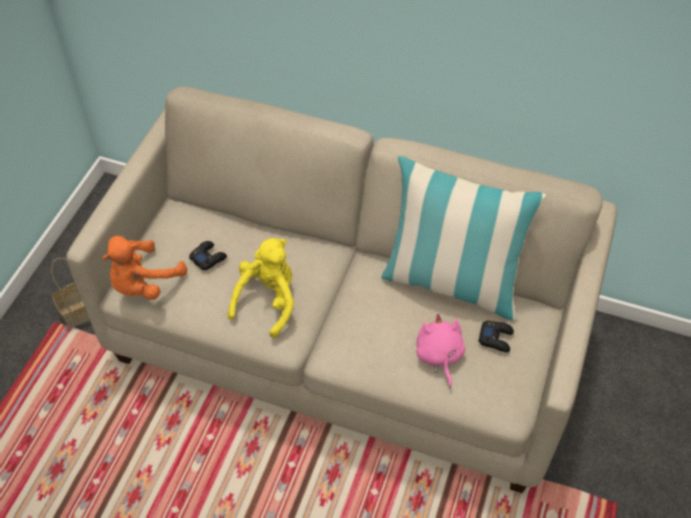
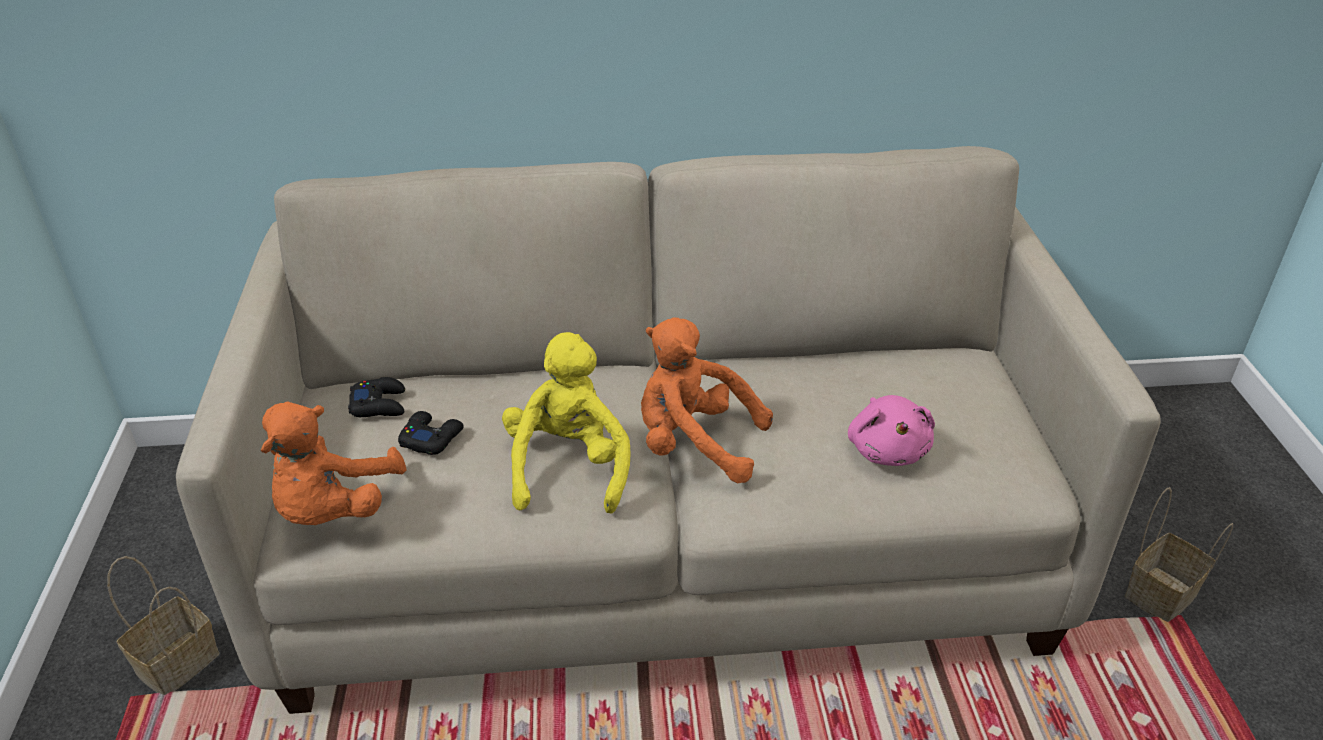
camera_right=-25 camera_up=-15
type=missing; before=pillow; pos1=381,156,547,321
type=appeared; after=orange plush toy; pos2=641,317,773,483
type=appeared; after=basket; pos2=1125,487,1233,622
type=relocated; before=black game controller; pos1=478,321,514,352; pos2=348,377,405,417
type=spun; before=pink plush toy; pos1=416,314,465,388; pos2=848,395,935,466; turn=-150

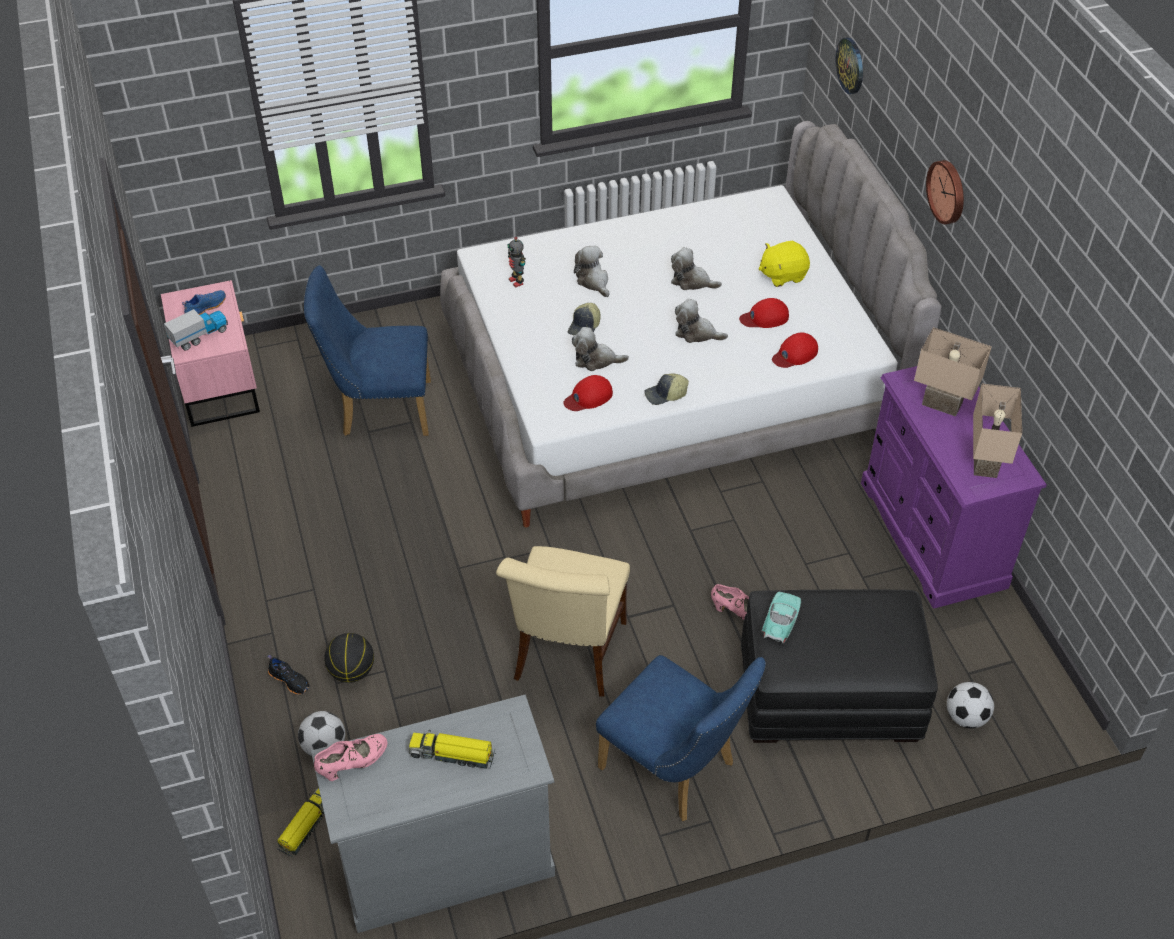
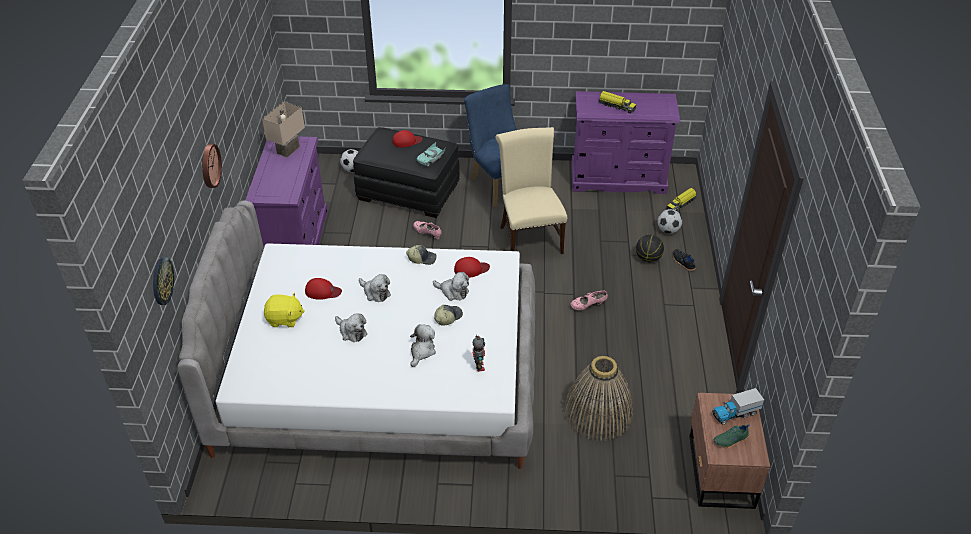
camera_right=-160 camera_up=-5
type=missing; before=beige table lamp; pos1=914,327,992,417
type=relocated; before=pink shoe; pos1=314,734,388,781; pos2=571,291,608,310
type=relocated; before=red cap; pos1=772,332,818,368; pos2=393,130,423,148
type=exchanged; before=blue chair; after=basket; pos1=303,265,431,436; pos2=564,356,633,441
type=colour; before=pink nightstand; after=brown nightstand; pos1=161,280,260,427; pos2=689,393,770,509
type=colour; before=blue shoe; after=green shoe; pos1=182,290,226,315; pos2=714,424,750,448
type=colour; before=grey dresser; after=purple dresser; pos1=311,695,555,933; pos2=571,91,680,194
type=spun; before=beige chair; pos1=496,546,630,697; pos2=496,127,567,254; turn=-45
type=spun; before=plush toy; pos1=574,246,609,297; pos2=410,324,436,367; turn=-150

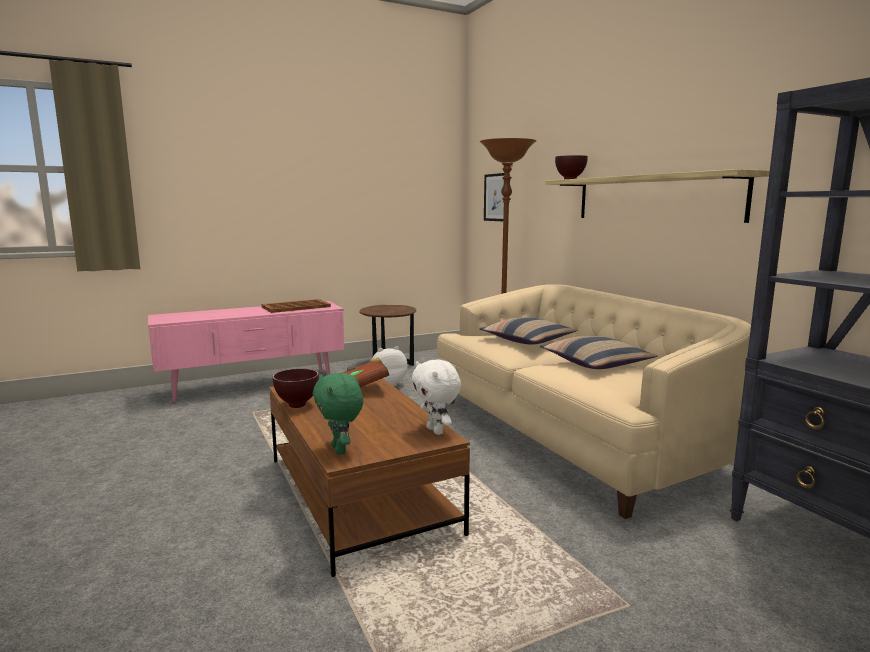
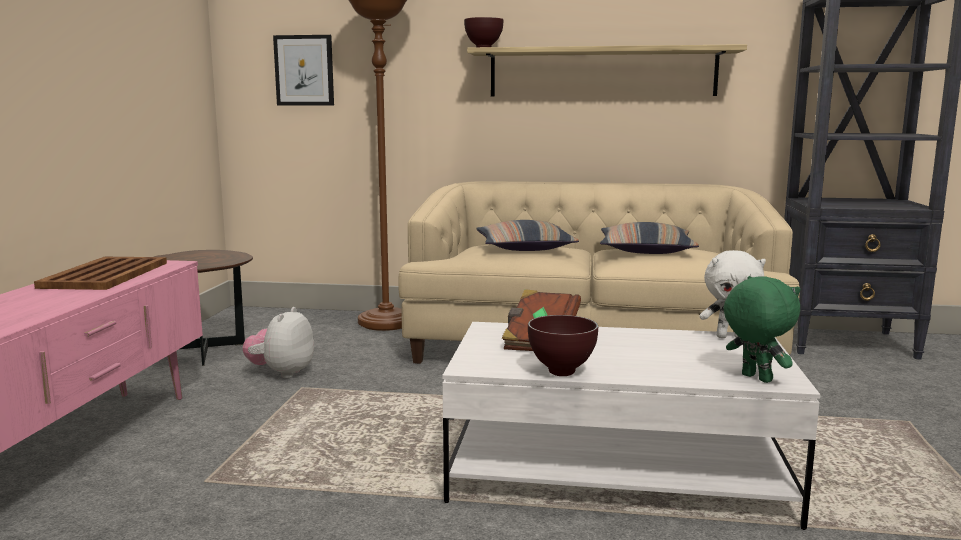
camera_right=-55 camera_up=0
type=colour; before=brown coffee table; after=white coffee table; pos1=269,378,470,577; pos2=442,322,820,530
type=spun; before=green plush toy; pos1=313,373,363,455; pos2=724,276,800,383; turn=-135

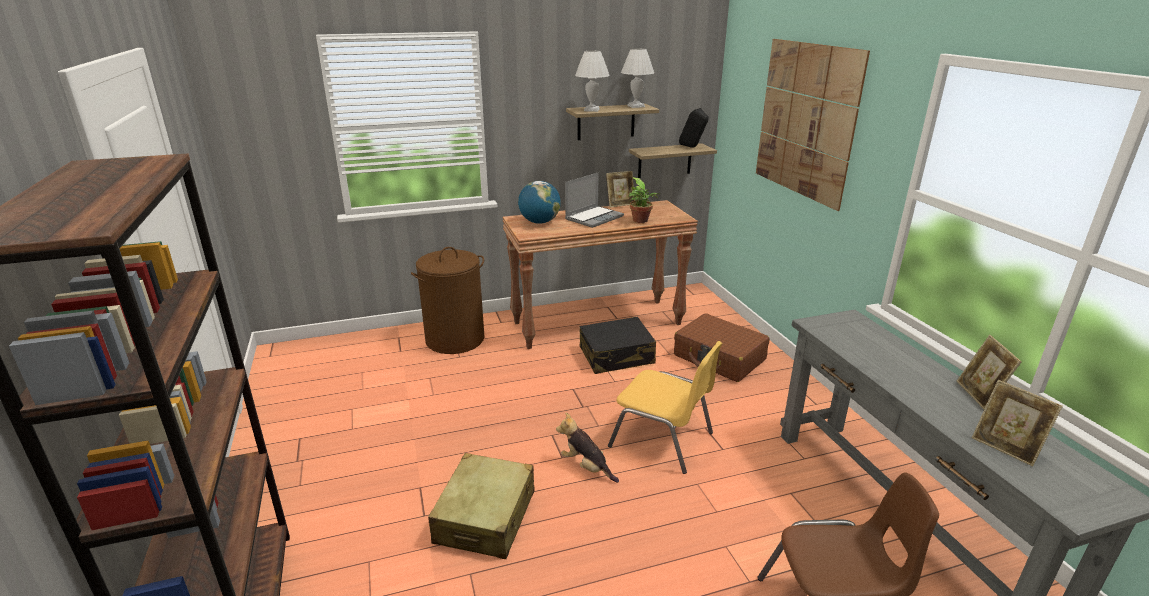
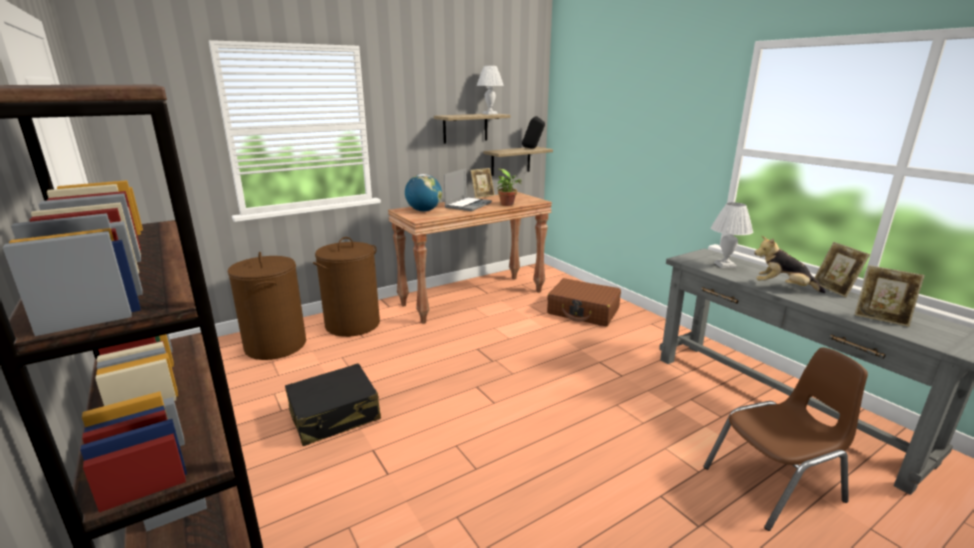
camera_right=-15 camera_up=-5
type=missing; before=beige suitcase; pos1=428,453,534,559
type=missing; before=yellow chair; pos1=608,341,723,474
type=missing; before=picture; pos1=756,39,870,211
type=appeared; after=brown laundry basket; pos2=227,252,306,360
type=relocated; before=plush toy; pos1=556,412,619,483; pos2=754,236,825,293
type=relocated; before=white table lamp; pos1=575,50,610,112; pos2=711,202,753,268
type=relocated; before=black suitcase; pos1=579,317,656,374; pos2=285,363,381,446

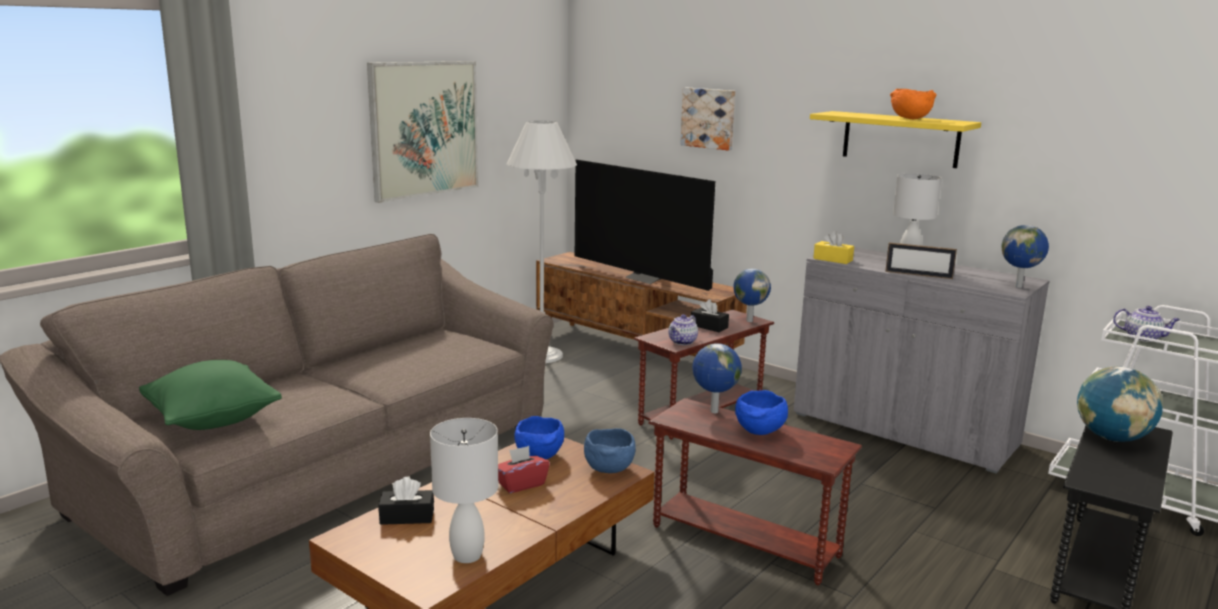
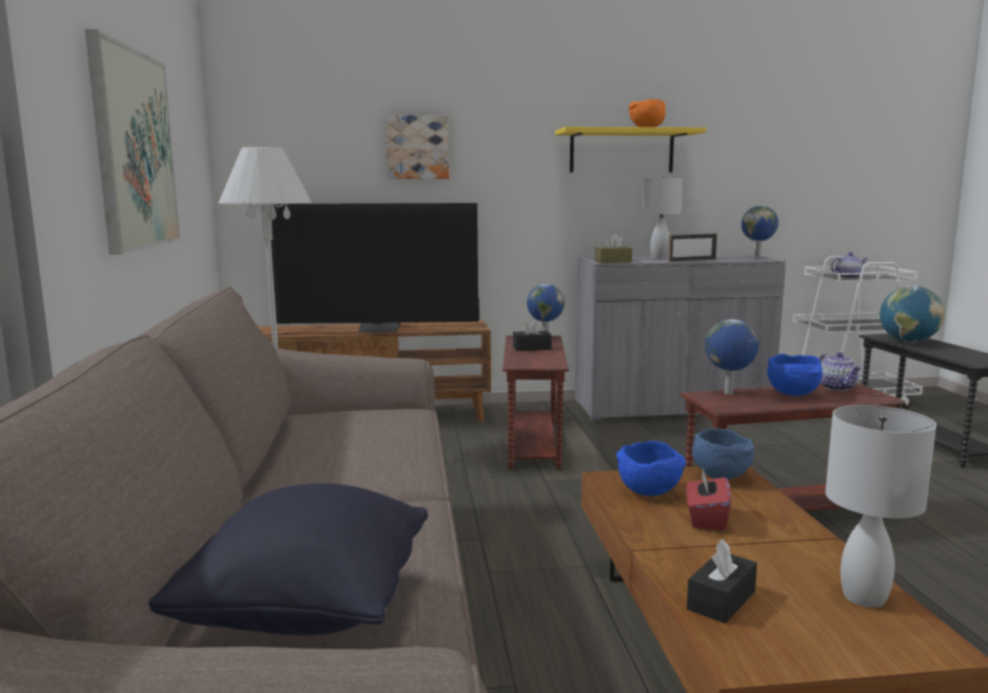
camera_right=-45 camera_up=-5
type=relocated; before=teapot; pos1=668,314,698,345; pos2=819,352,860,391
type=colour; before=green pillow; after=black pillow; pos1=139,360,282,430; pos2=149,483,428,635
type=colour; before=yellow tissue box; after=brown tissue box; pos1=813,231,854,264; pos2=595,234,632,263

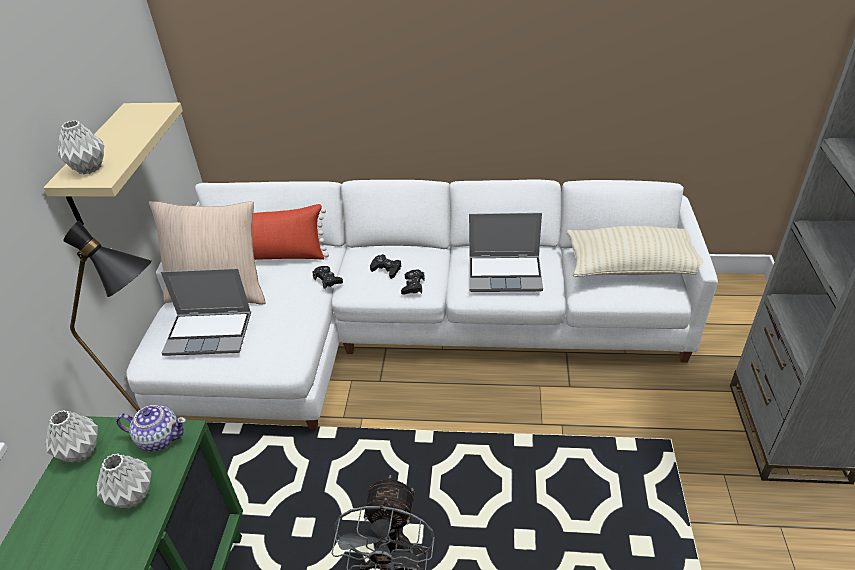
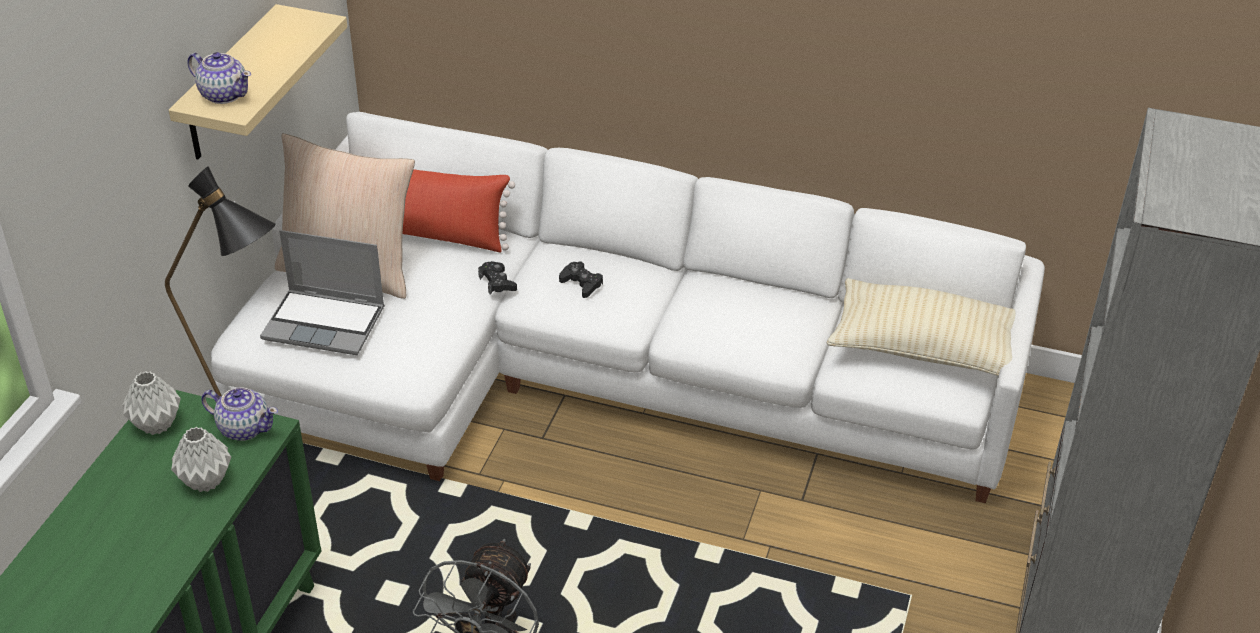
camera_right=10 camera_up=0
type=missing; before=black game controller; pos1=401,270,425,295
type=missing; before=laptop; pos1=469,213,543,292
type=exchanged; before=grey vase; after=teapot; pos1=58,120,104,174; pos2=187,52,251,104

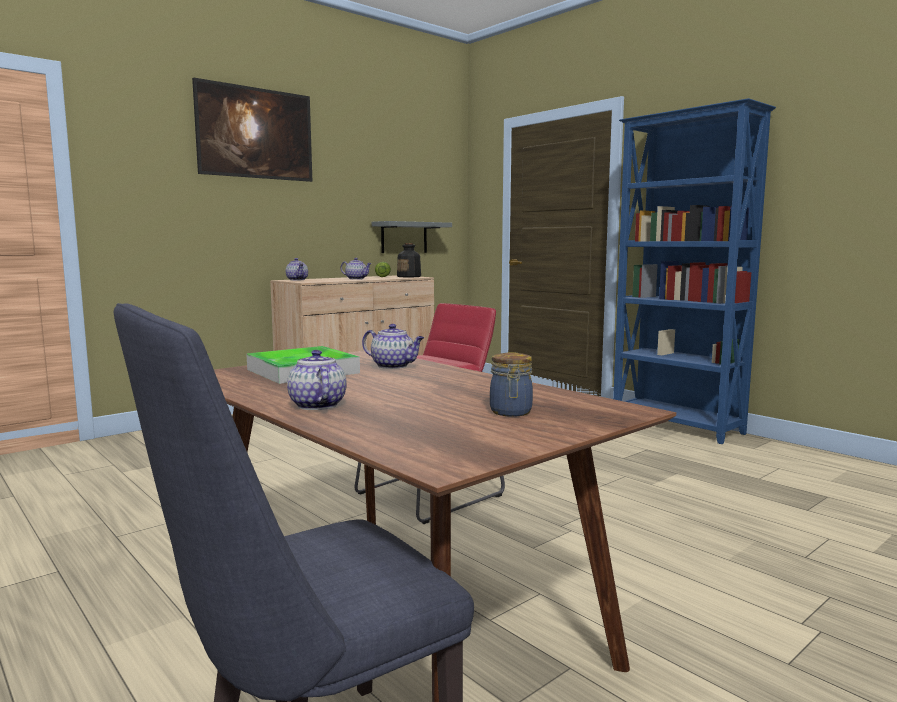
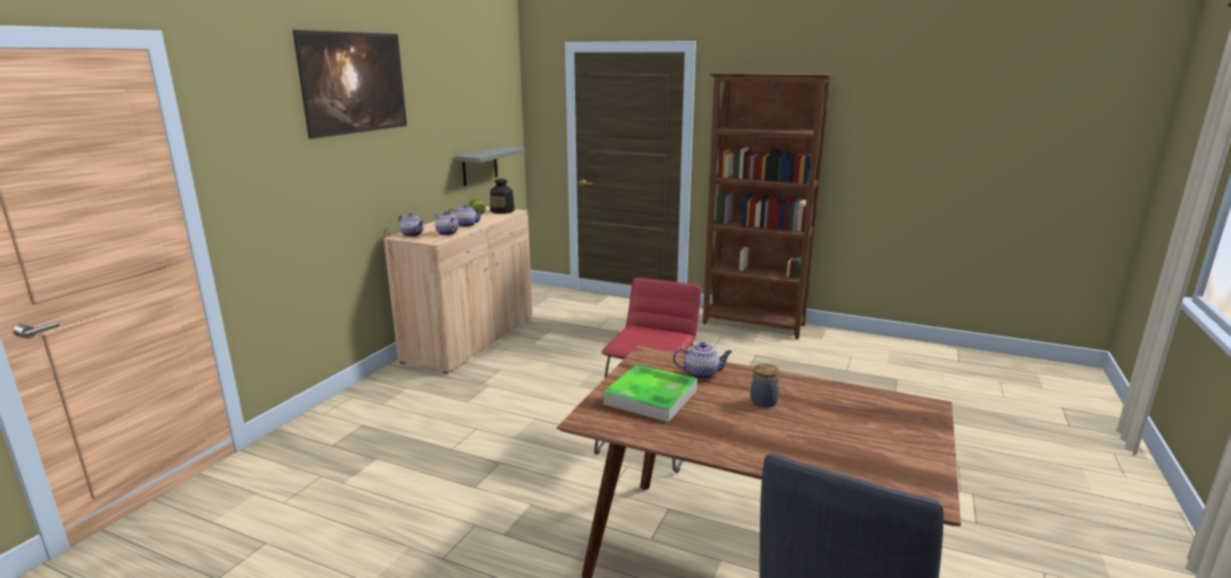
camera_right=-25 camera_up=10
type=relocated; before=teapot; pos1=287,350,347,410; pos2=435,211,458,235
type=relocated; before=jar; pos1=490,352,533,417; pos2=750,364,780,408
type=colour; before=blue bookcase; after=brown bookcase; pos1=613,98,776,444; pos2=703,73,834,339

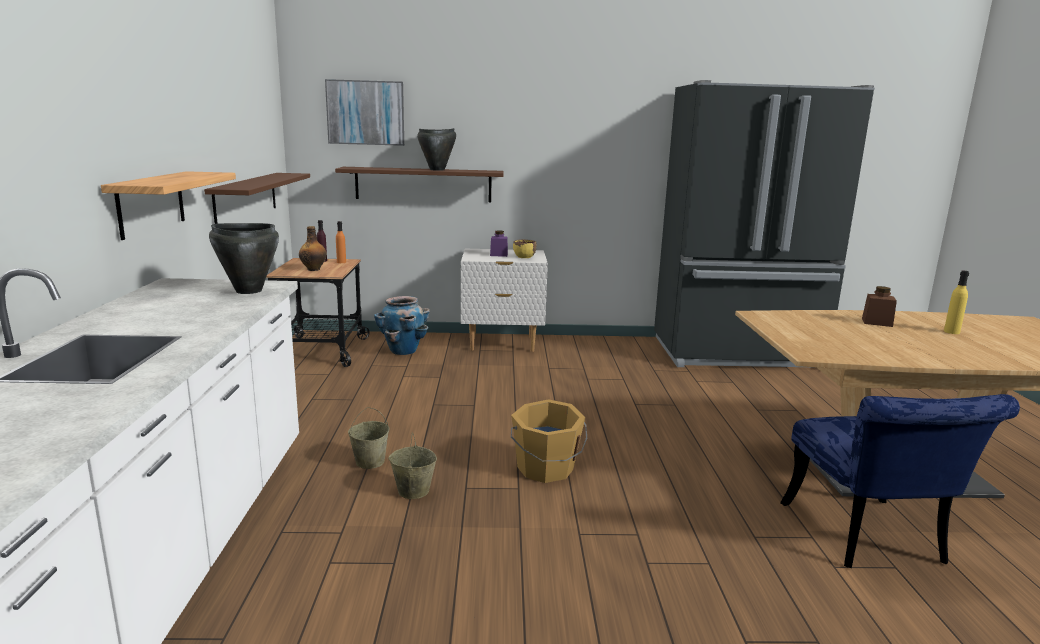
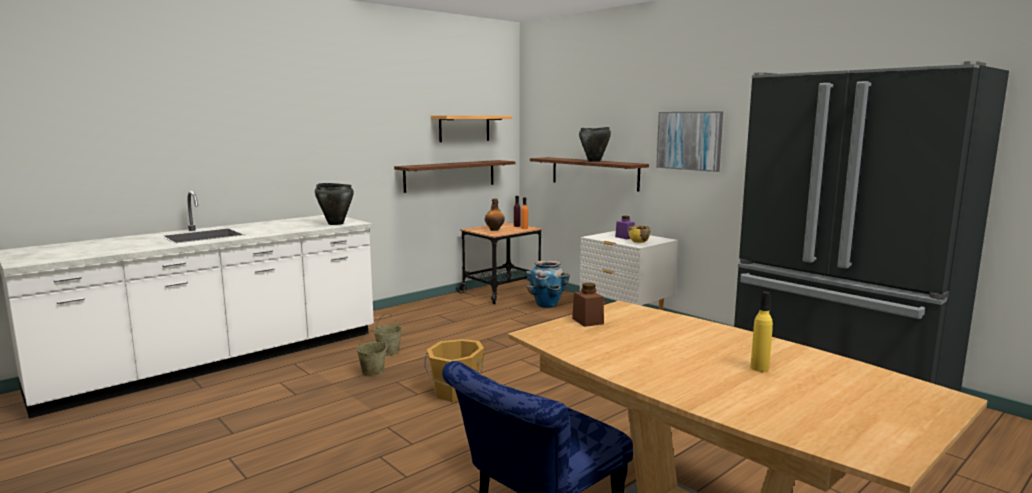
camera_right=50 camera_up=-5
type=relocated; before=shelf; pos1=101,171,236,240; pos2=431,115,512,142
type=relocated; before=picture; pos1=325,79,404,146; pos2=656,112,723,172
type=relocated; before=brown jar; pos1=862,286,897,327; pos2=572,283,604,327

